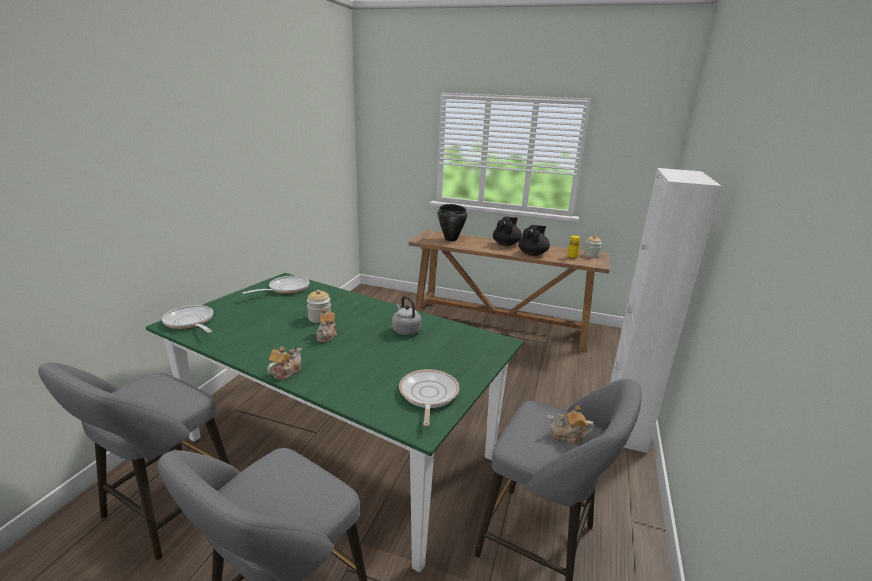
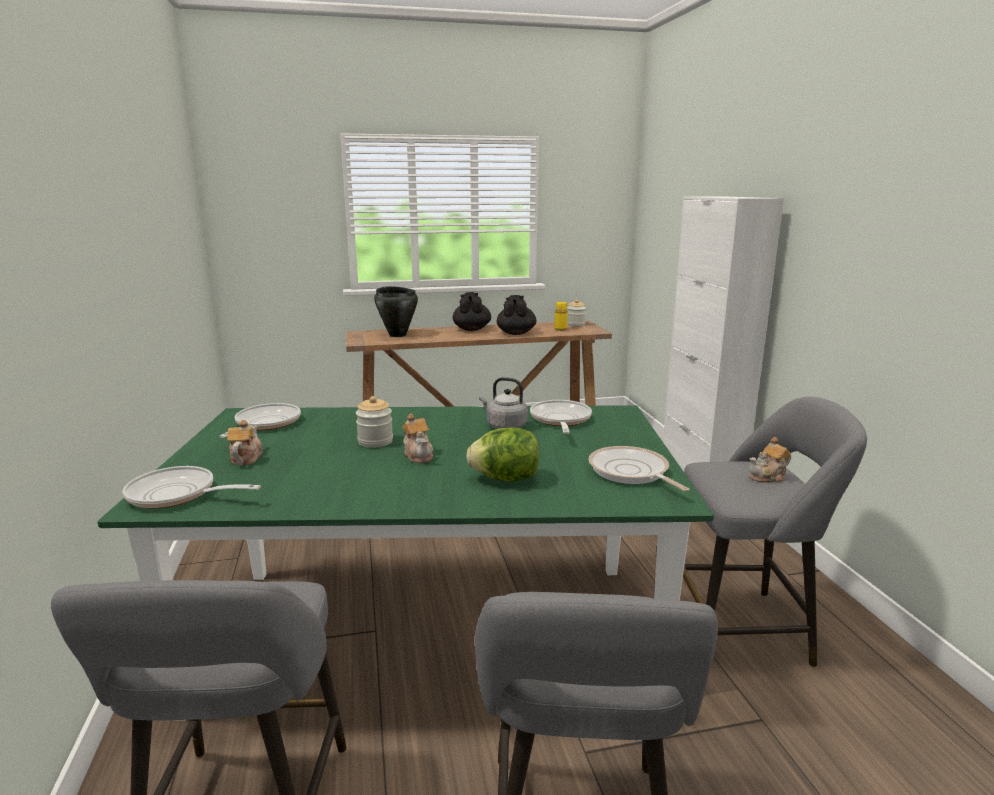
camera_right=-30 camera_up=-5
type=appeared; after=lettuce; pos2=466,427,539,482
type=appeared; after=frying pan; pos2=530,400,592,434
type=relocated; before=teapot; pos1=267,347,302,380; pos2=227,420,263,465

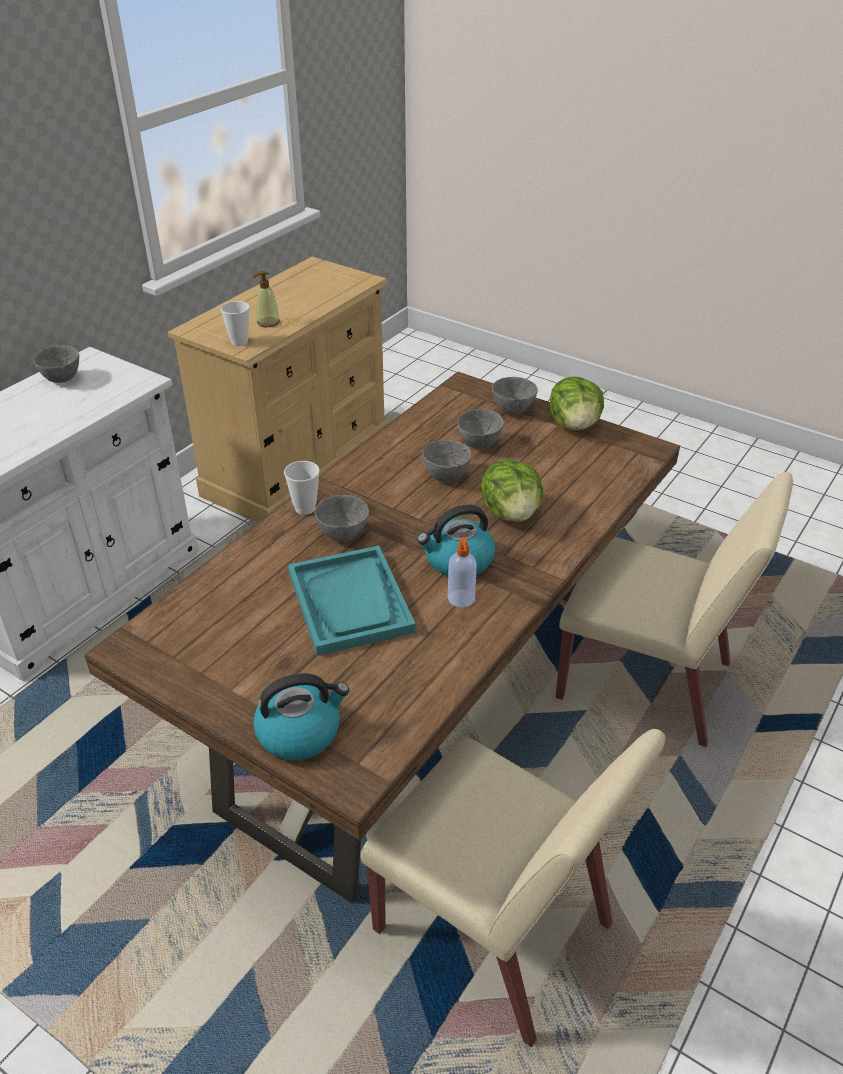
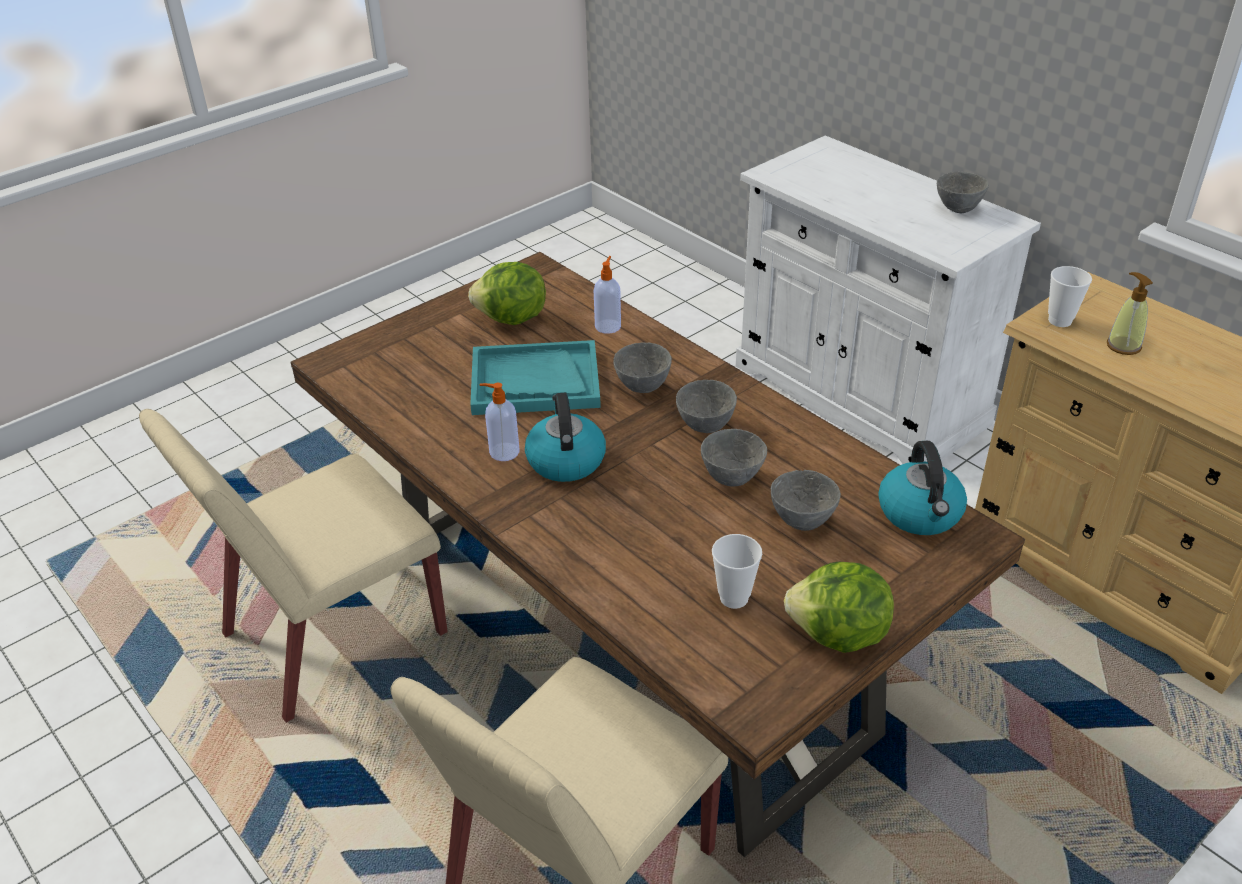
camera_right=105 camera_up=0
type=appeared; after=soap dispenser; pos2=594,256,621,334
type=relocated; before=kettle; pos1=253,673,349,761; pos2=878,441,967,535
type=relocated; before=cup; pos1=284,461,320,515; pos2=712,534,762,609
type=relocated; before=lettuce; pos1=481,459,543,521; pos2=468,262,546,325
type=relocated; before=grey bowl; pos1=492,377,538,415; pos2=676,380,737,433

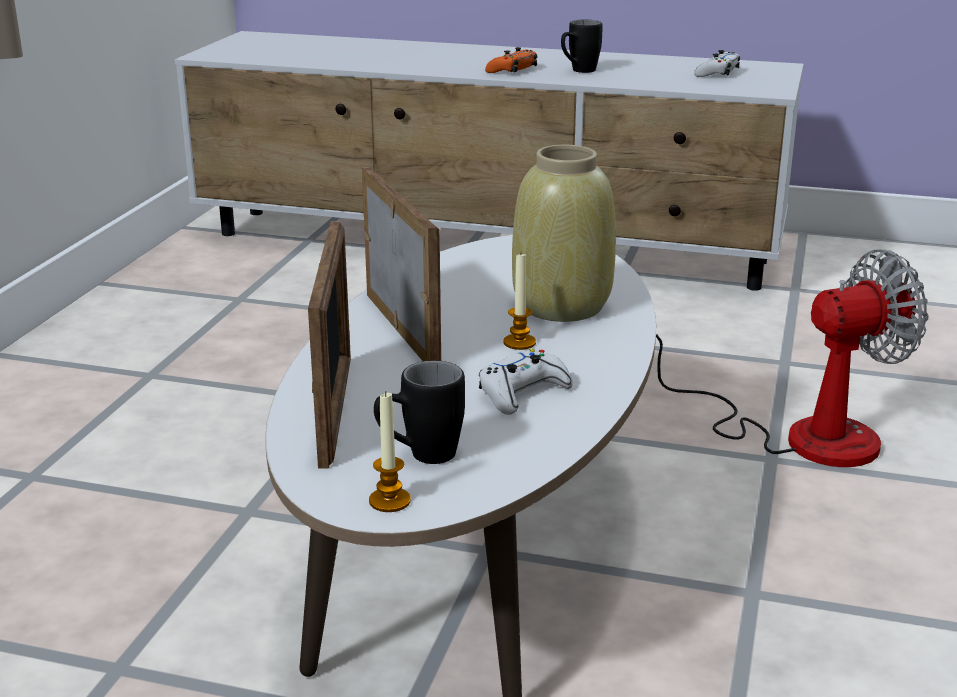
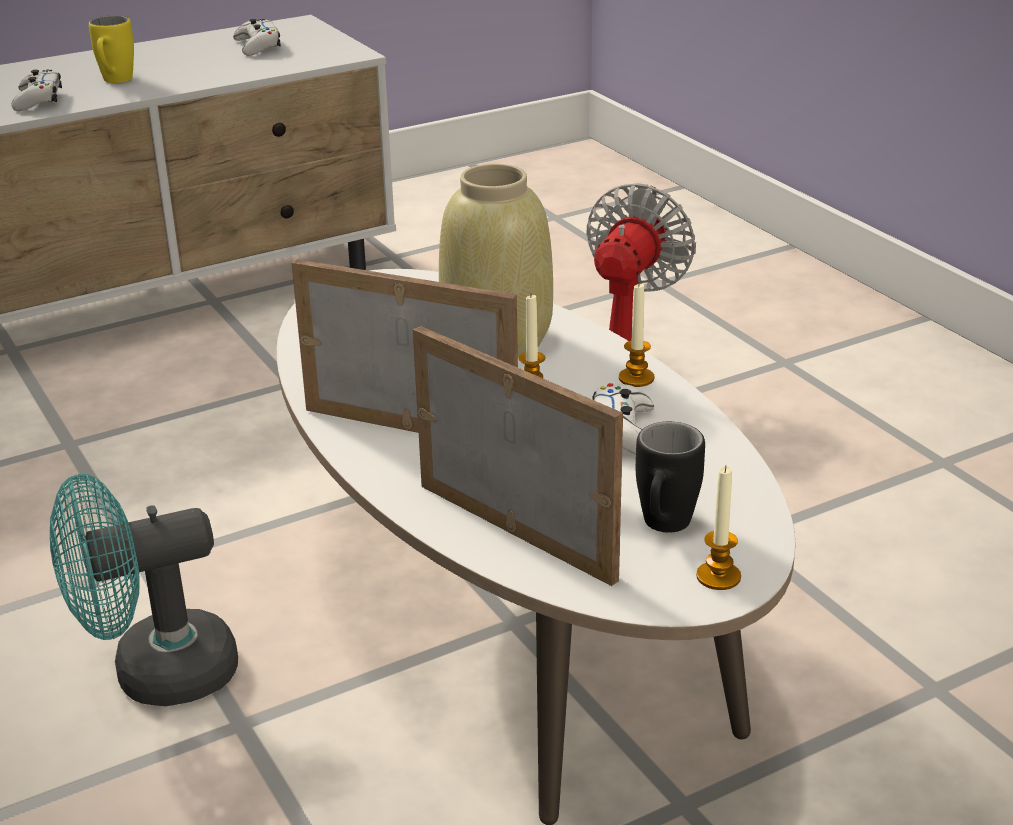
camera_right=-45 camera_up=5
type=appeared; after=turquoise fan; pos2=50,474,238,706
type=appeared; after=candle; pos2=619,284,654,387
type=colour; before=orange game controller; after=white game controller; pos1=485,47,537,73; pos2=11,69,62,111
type=colour; before=black mug; after=yellow mug; pos1=561,20,603,73; pos2=89,15,134,83

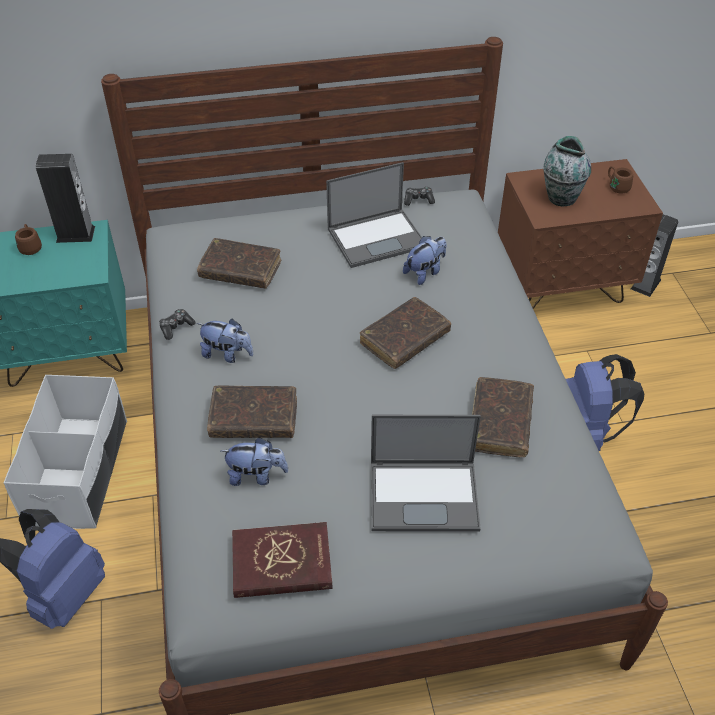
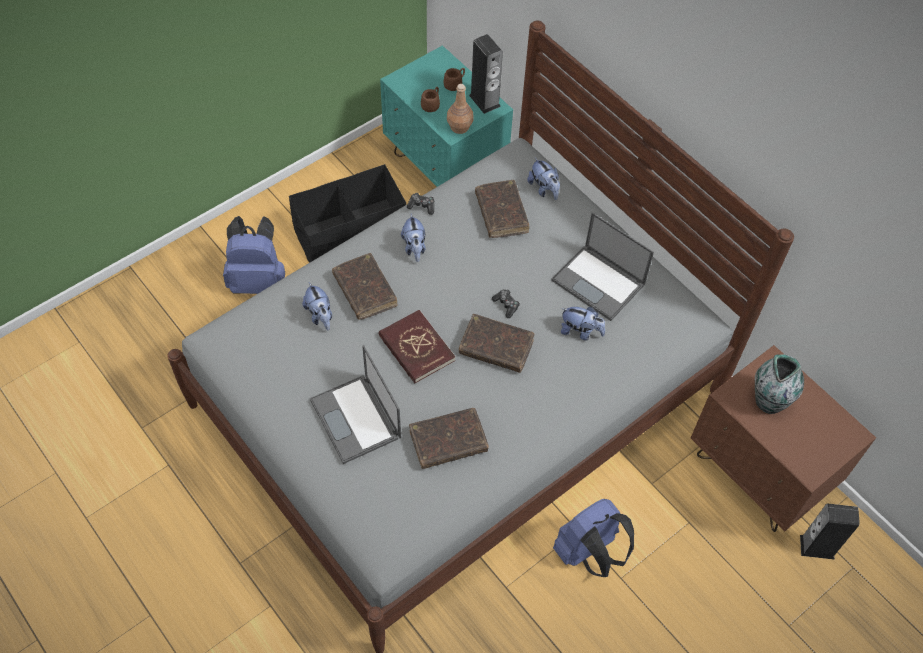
camera_right=60 camera_up=10
type=appeared; after=brown bottle; pos2=447,84,473,134
type=appeared; after=plush toy; pos2=527,158,560,200
type=relocated; before=red book; pos1=232,522,333,598; pos2=379,310,456,383
type=relocated; before=game controller; pos1=404,187,435,206; pos2=492,289,520,318
type=relocated; before=brown mug; pos1=608,166,633,194; pos2=421,87,440,112
type=colour; before=white storage box; after=black storage box; pos1=4,375,127,529; pos2=289,164,406,263

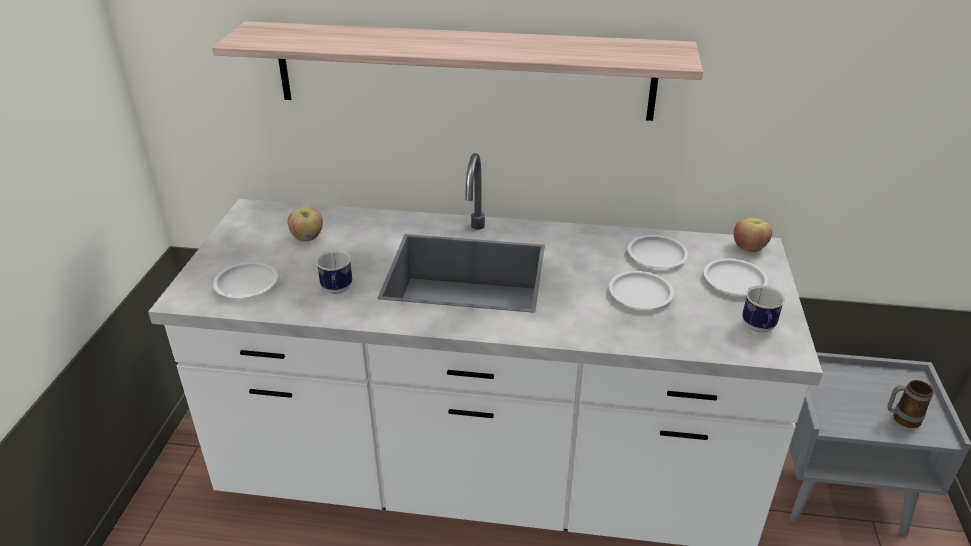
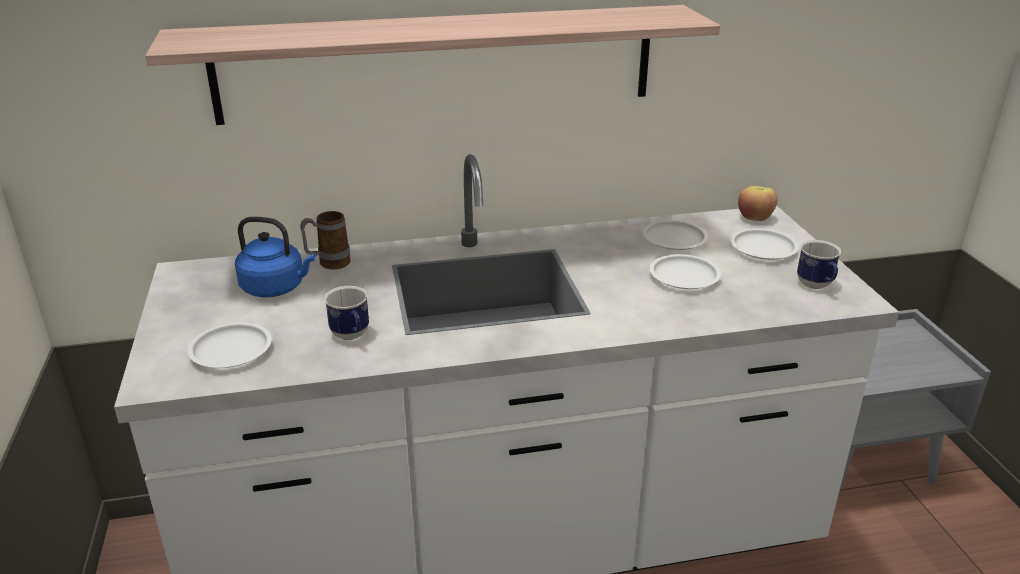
camera_right=-20 camera_up=-5
type=relocated; before=mug; pos1=888,380,933,428; pos2=300,211,351,269
type=exchanged; before=apple; after=blue kettle; pos1=288,207,323,241; pos2=235,217,315,297

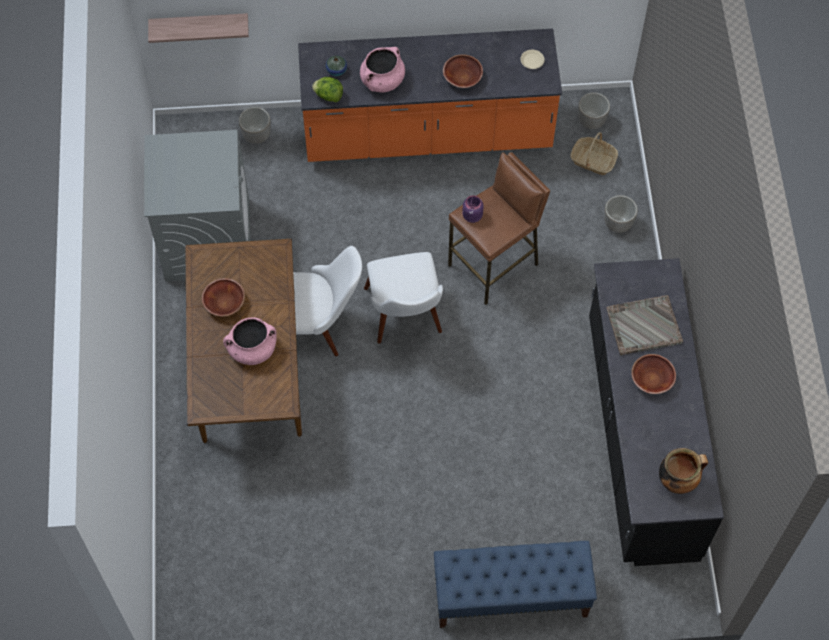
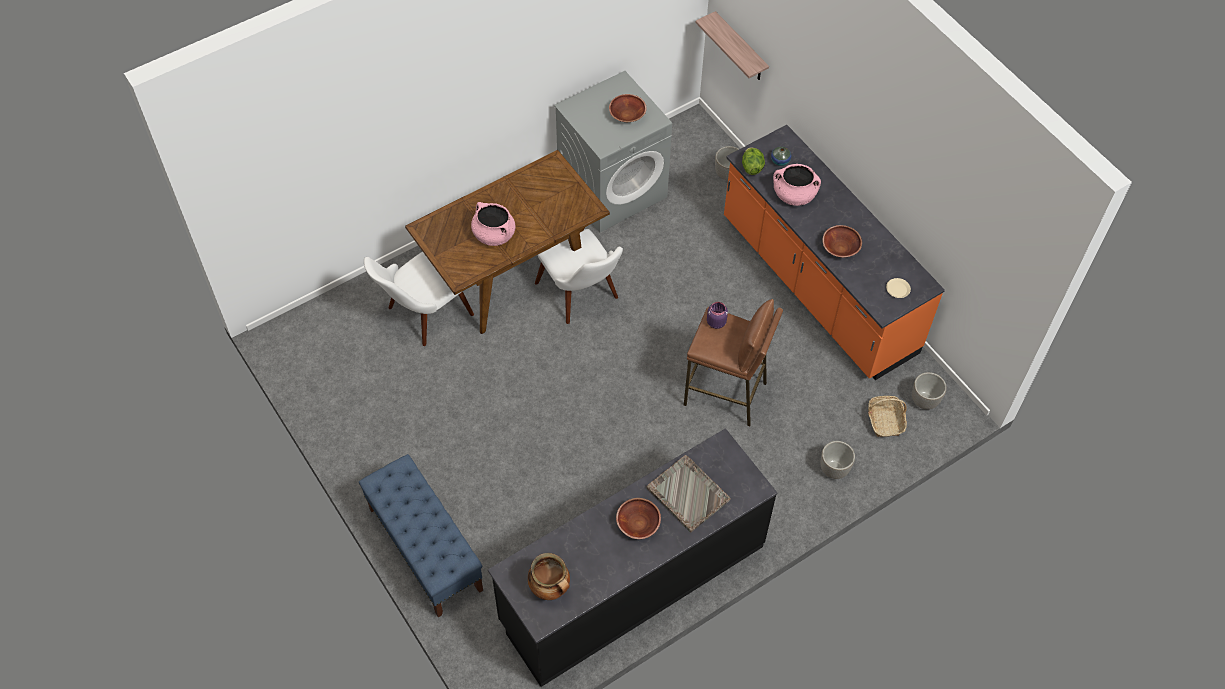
camera_right=60 camera_up=-5
type=relocated; before=brown bowl; pos1=202,278,245,316; pos2=609,94,647,122
type=relocated; before=white chair; pos1=364,252,443,344; pos2=364,252,474,346

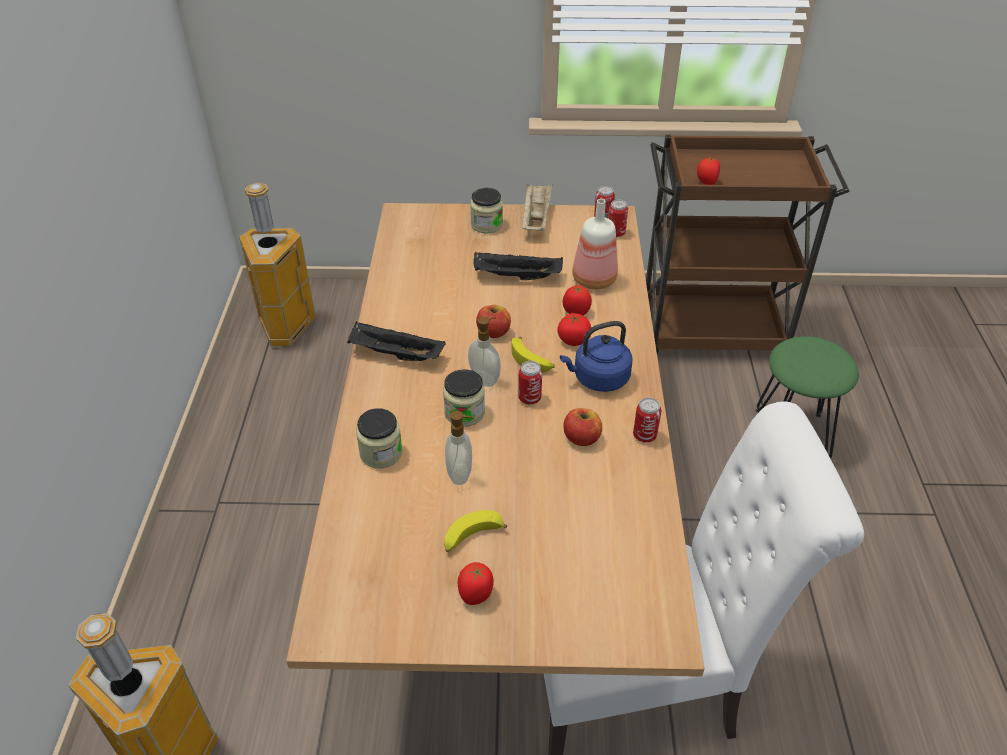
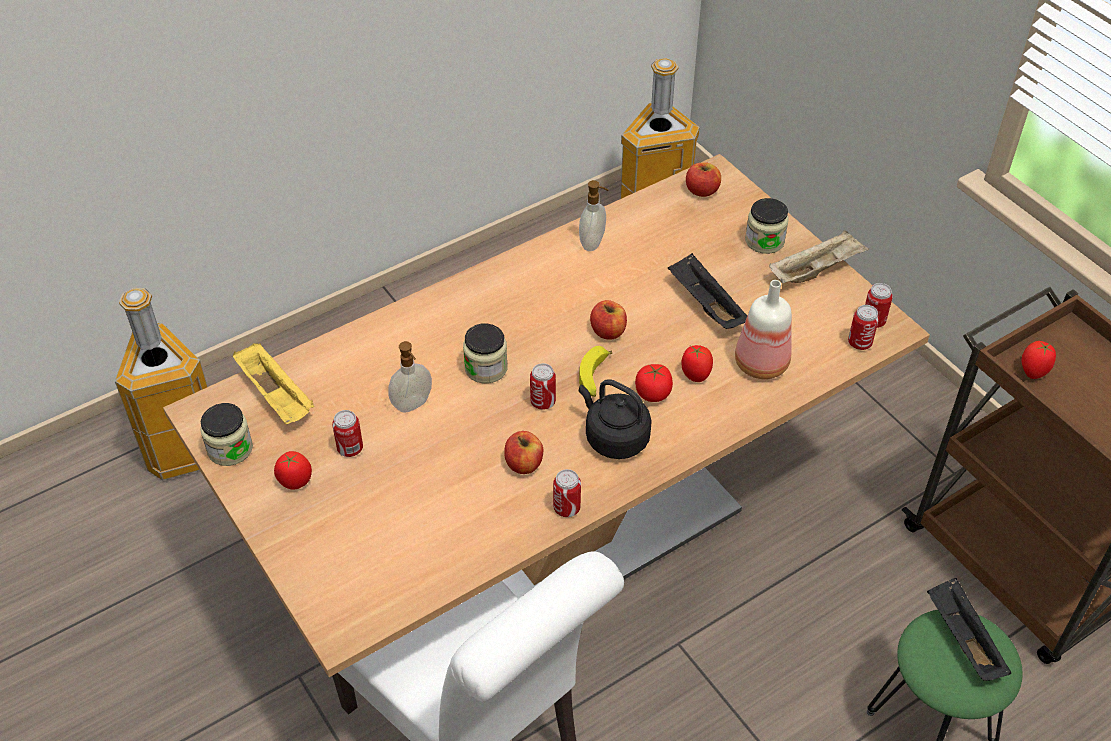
camera_right=55 camera_up=5
type=appeared; after=yellow tray; pos2=233,343,314,424
type=appeared; after=apple; pos2=686,162,721,197
type=relocated; before=black tray; pos1=347,321,446,361; pos2=927,578,1011,681
type=relocated; before=jar; pos1=356,408,402,468; pos2=200,403,253,466
type=relocated; before=soap dispenser; pos1=468,317,501,387; pos2=579,180,609,251
type=exchanged; before=banana; after=can; pos1=444,510,508,552; pos2=332,410,363,457
type=colour; before=blue kettle; after=black kettle; pos1=560,321,633,392; pos2=579,379,652,459

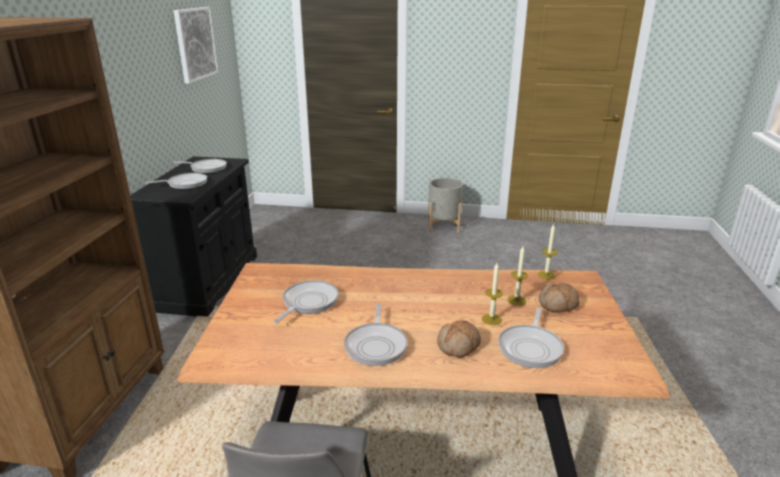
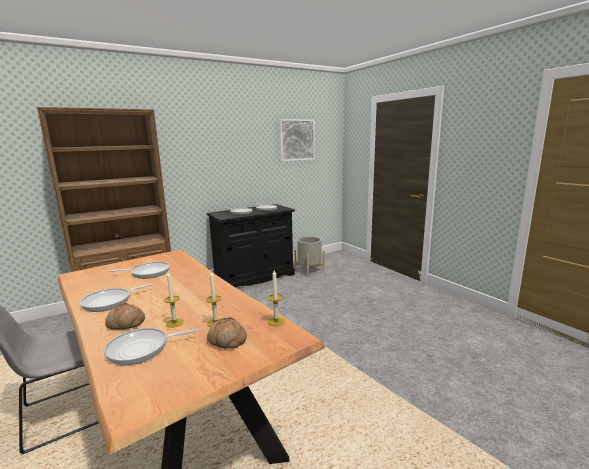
camera_right=50 camera_up=-10
type=relocated; before=grey planter; pos1=428,178,463,233; pos2=294,236,325,277

